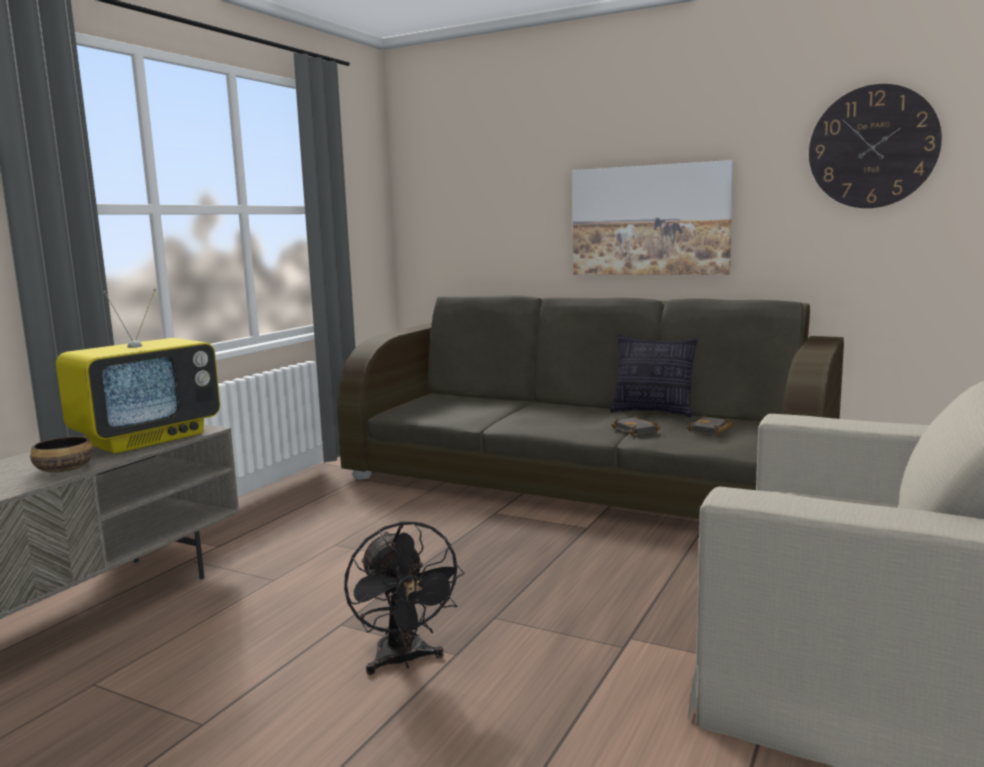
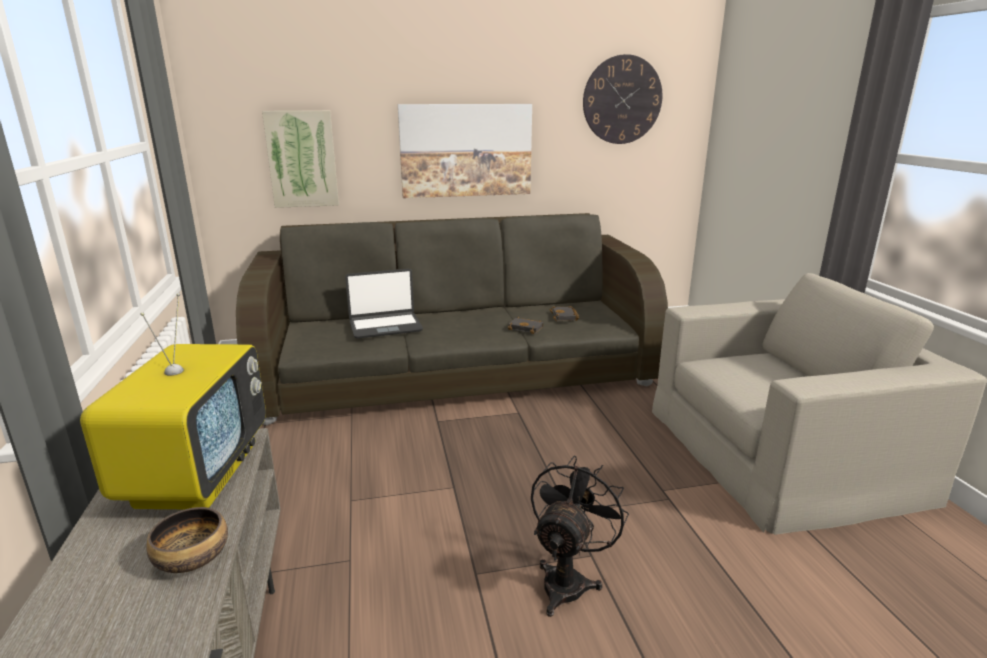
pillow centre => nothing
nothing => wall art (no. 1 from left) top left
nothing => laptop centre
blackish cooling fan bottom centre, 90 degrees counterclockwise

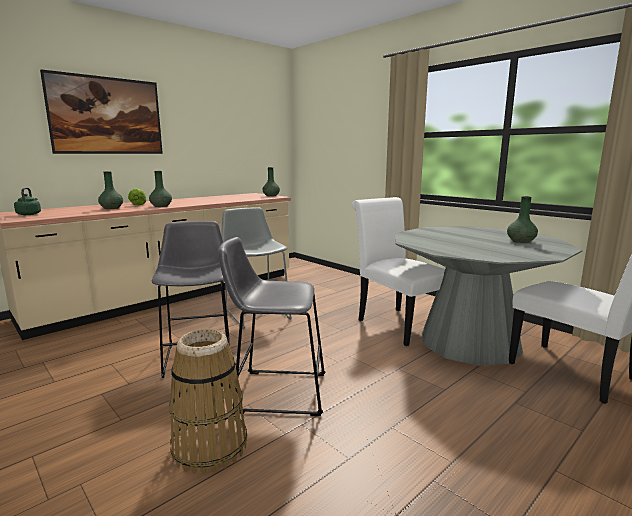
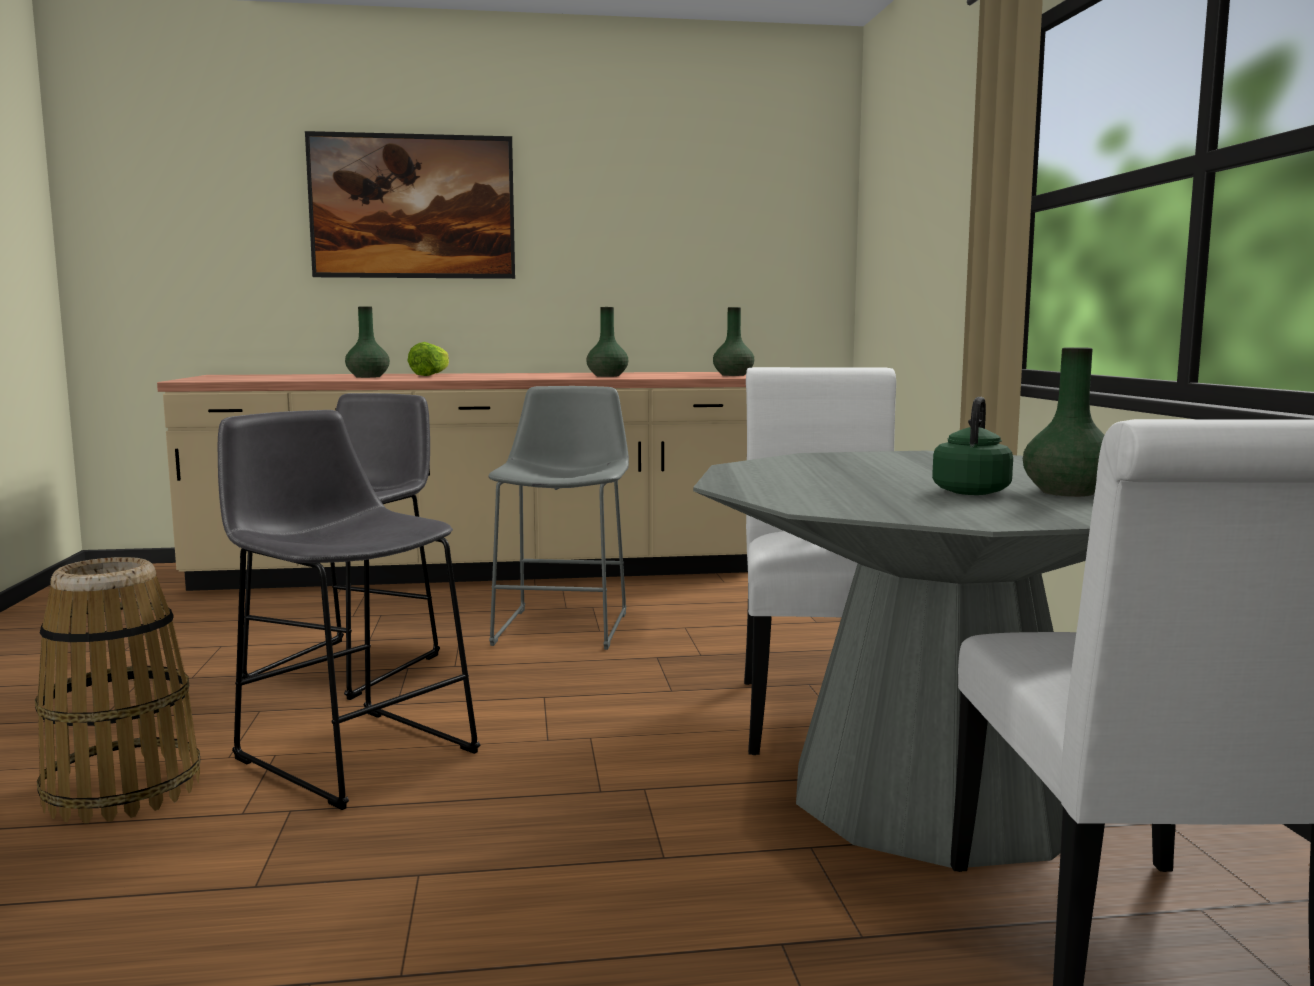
green kettle middle left => green kettle middle right, shifted
green flower vase (no. 2 from left) middle left => green flower vase (no. 2 from left) centre, shifted

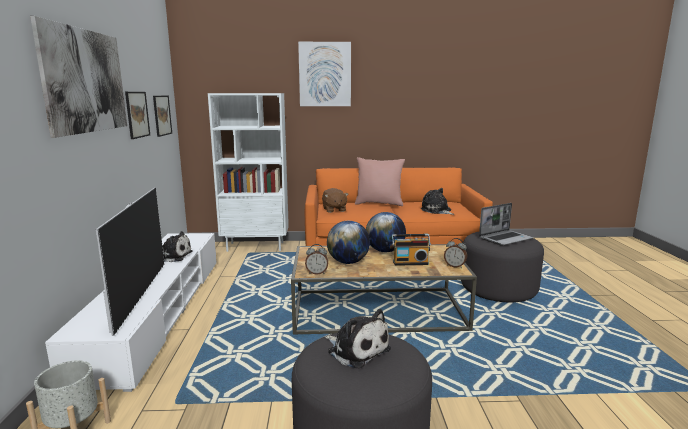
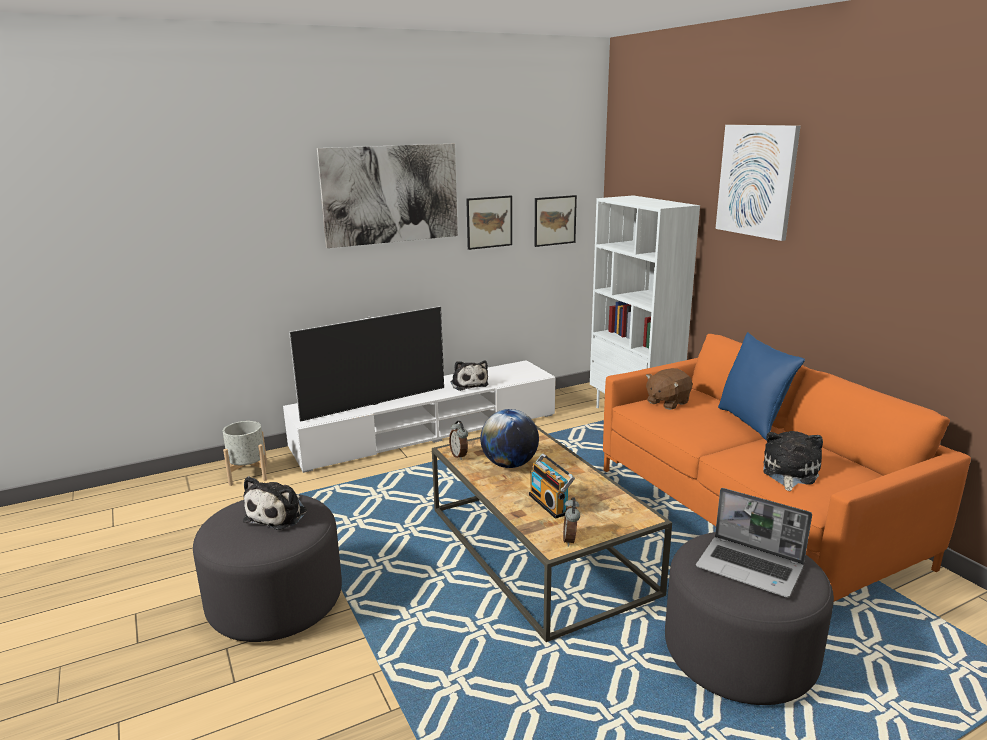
globe (no. 2 from left) centre => nothing
pink-coloured pillow centre => blue pillow middle right

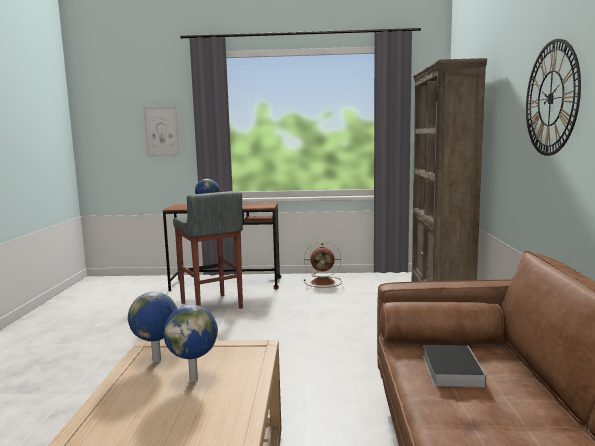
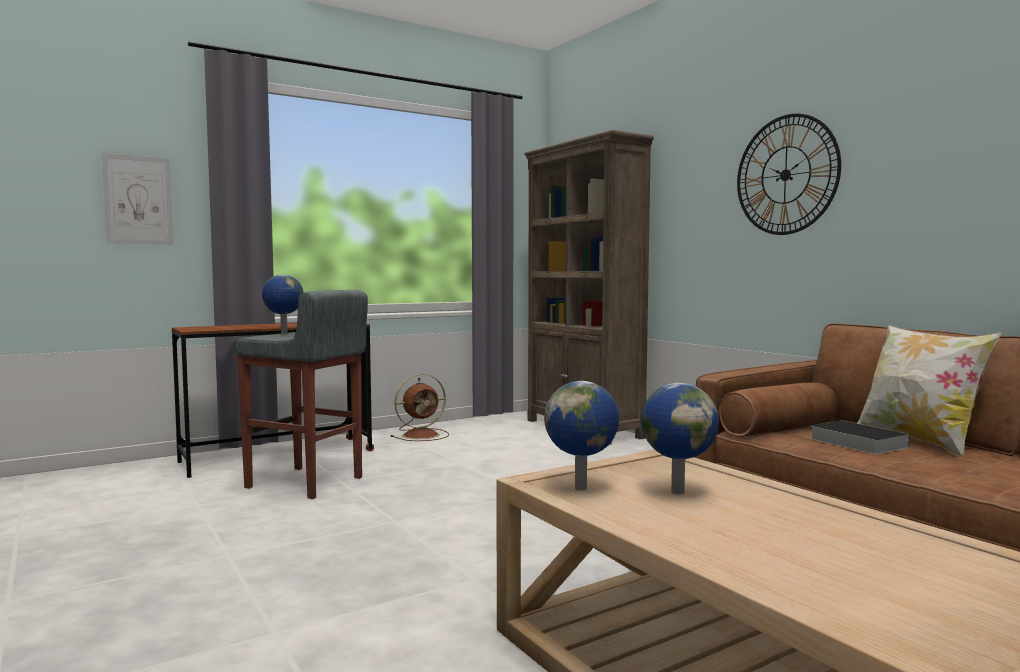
nothing => pillow middle right

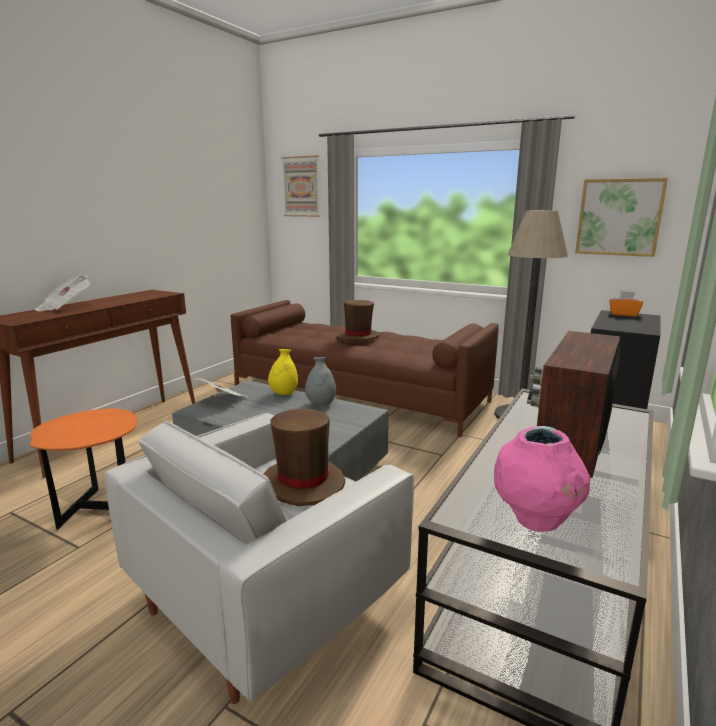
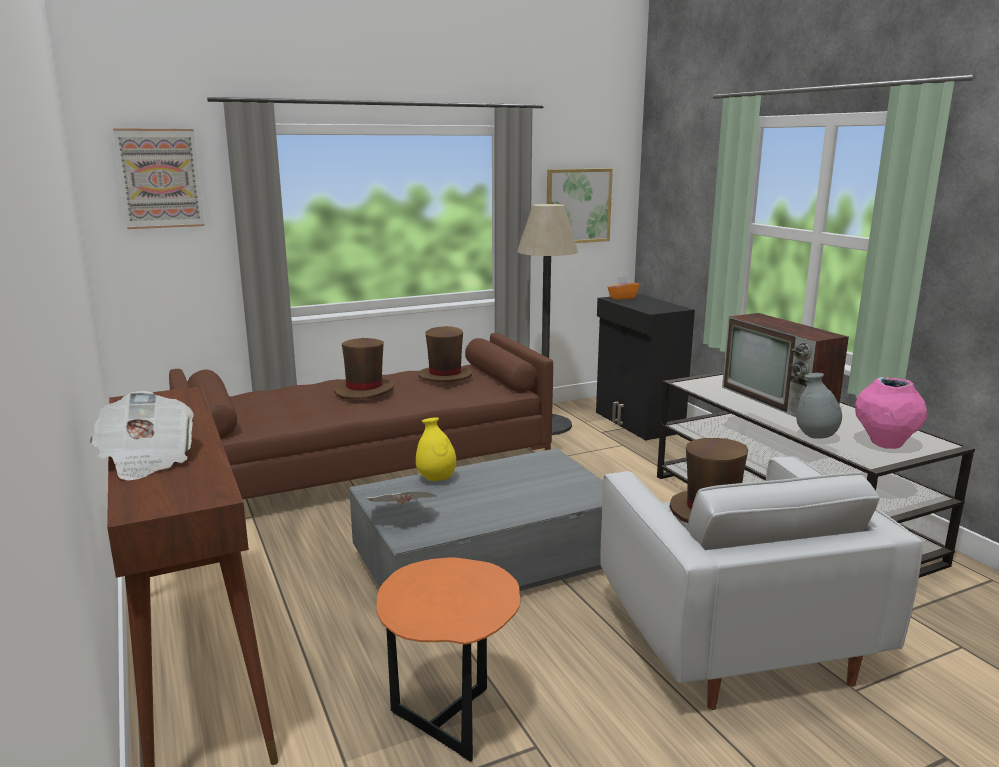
nothing => brownish hat (no. 2 from left) centre
gray flower vase centre => gray flower vase middle right, shifted

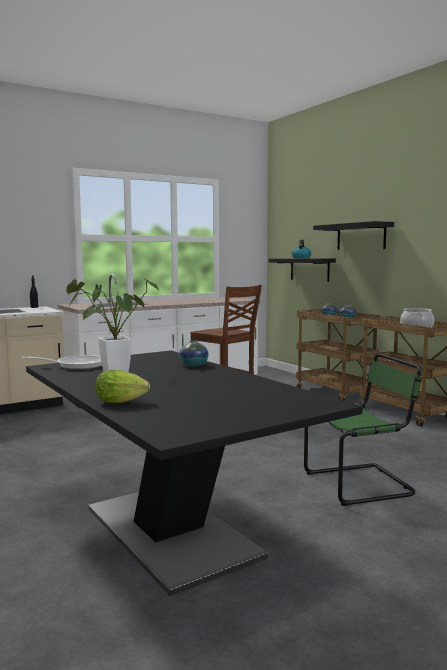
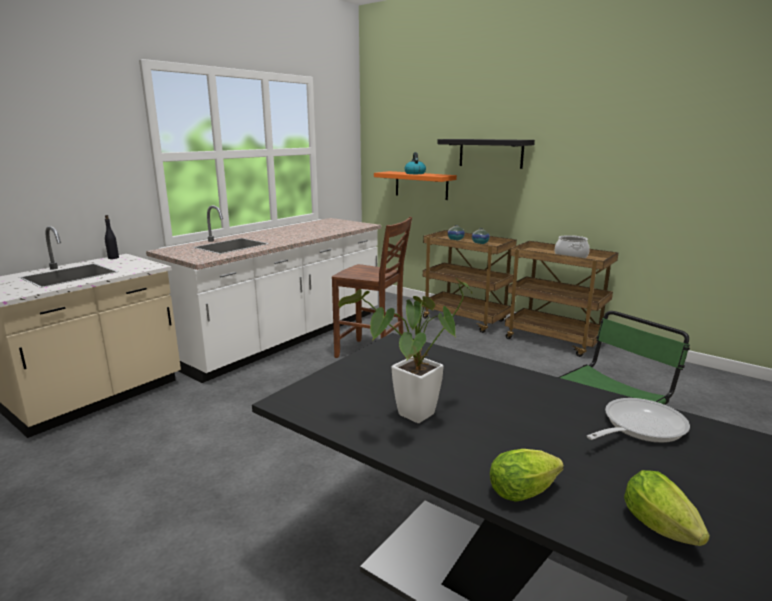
flower vase (no. 1 from left) centre => nothing
nothing => lettuce head (no. 2 from left) bottom right
pan middle left => pan bottom right, shifted
blackish shelf (no. 1 from left) middle right => orange-coloured shelf top centre

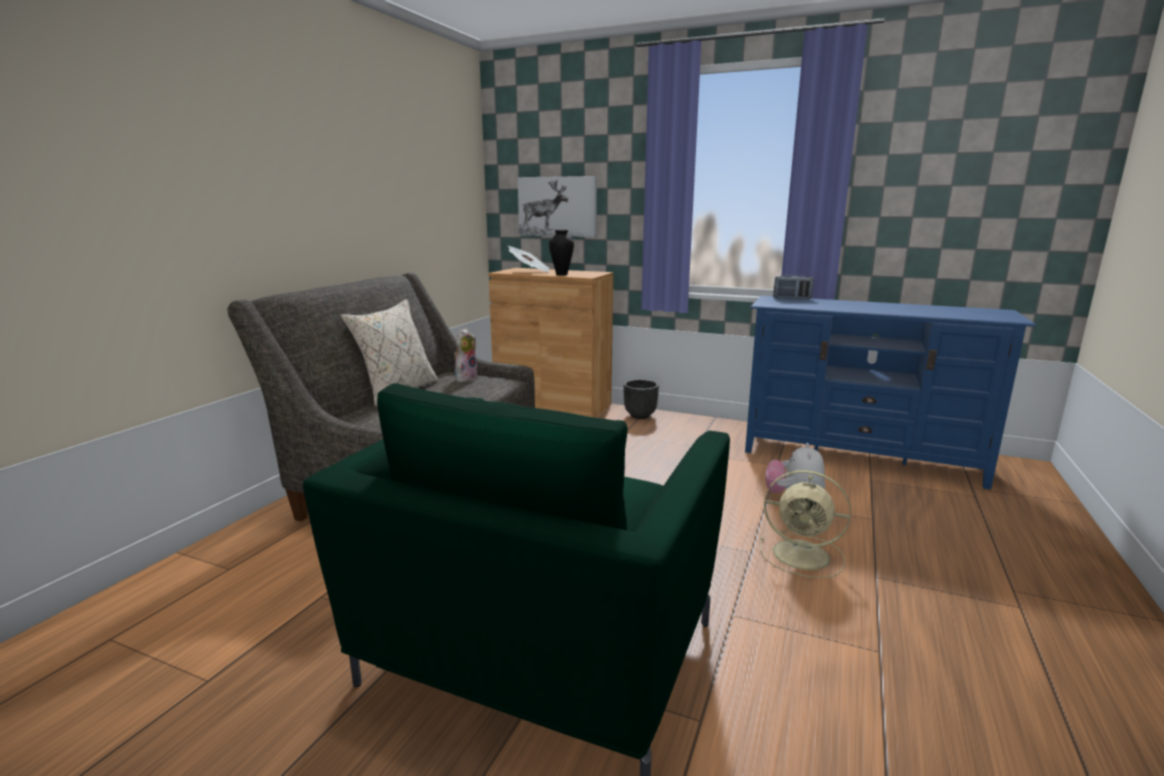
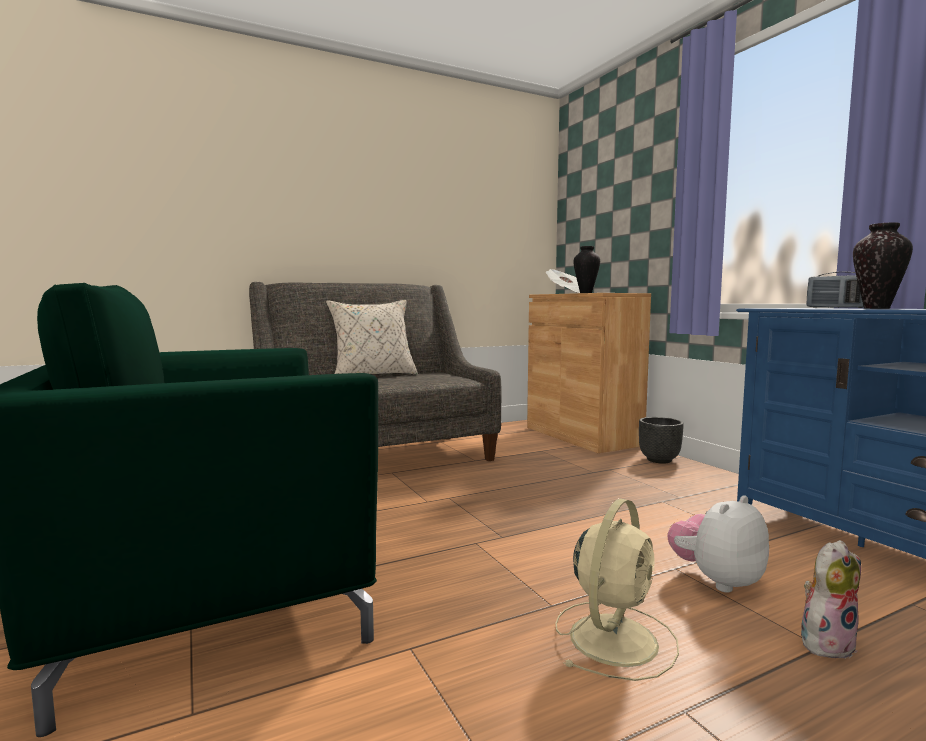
wall art top centre => nothing
nothing => flower vase (no. 2 from left) middle right
plush toy (no. 1 from left in the first image) centre => plush toy (no. 2 from left) bottom right, shifted
beige cooling fan bottom right => beige cooling fan bottom centre, 120 degrees counterclockwise

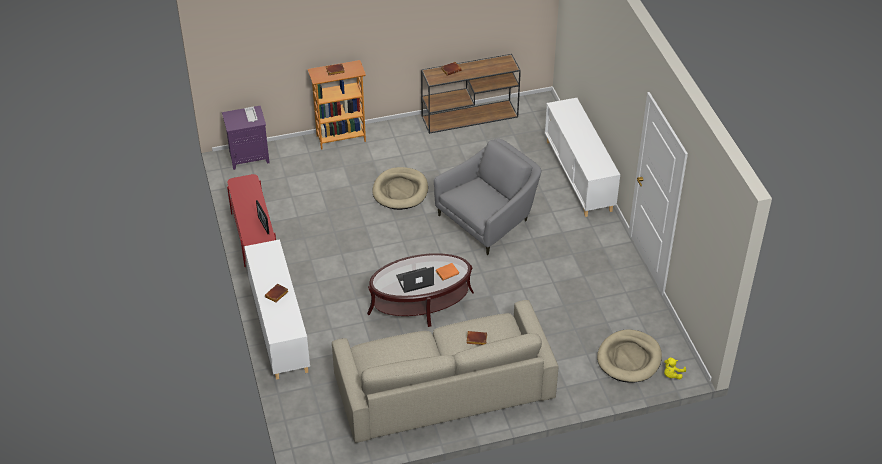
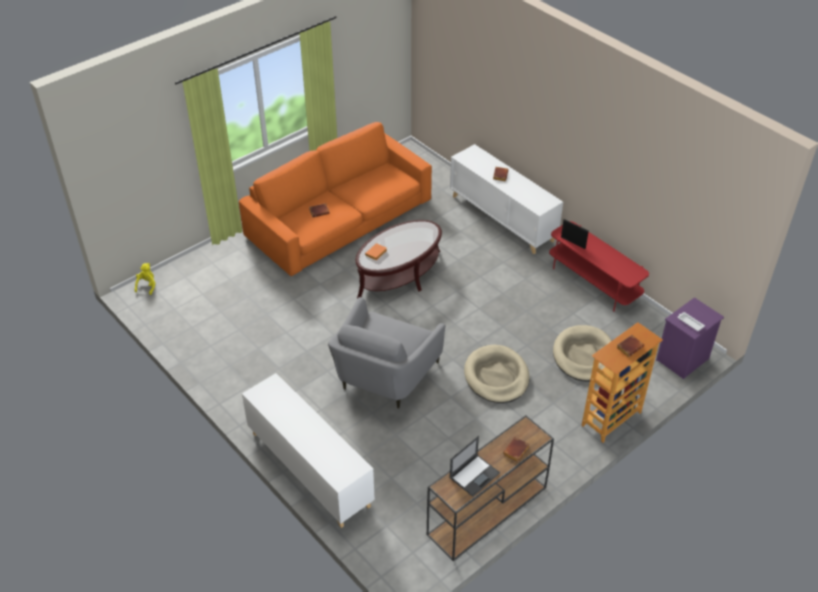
laptop centre => laptop bottom centre, shifted
beige dog bed (no. 2 from left) bottom right => beige dog bed (no. 2 from left) middle right, shifted
beige couch bottom centre => orange-coloured couch centre

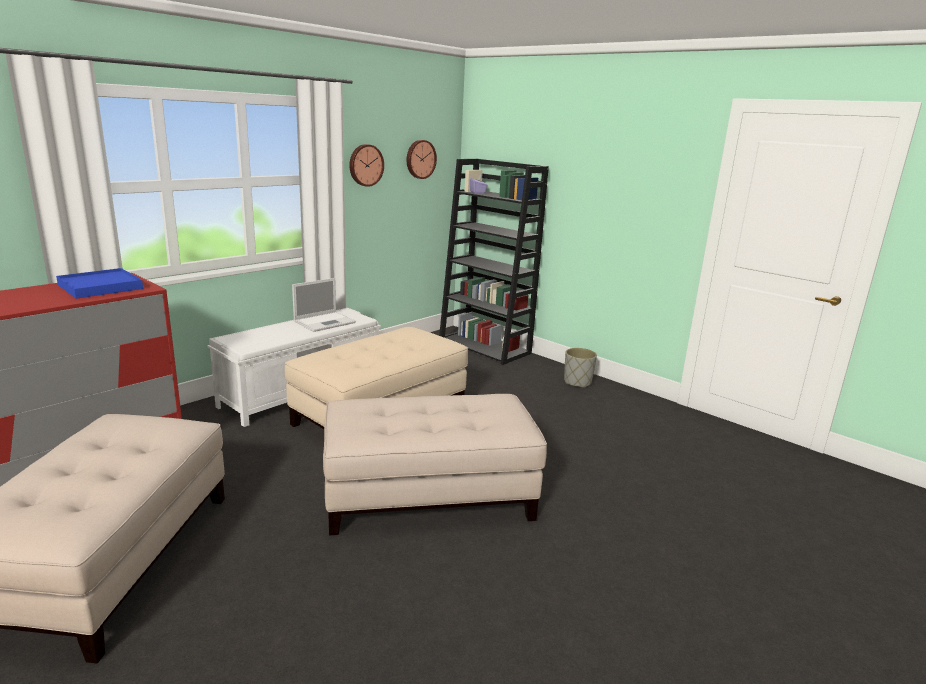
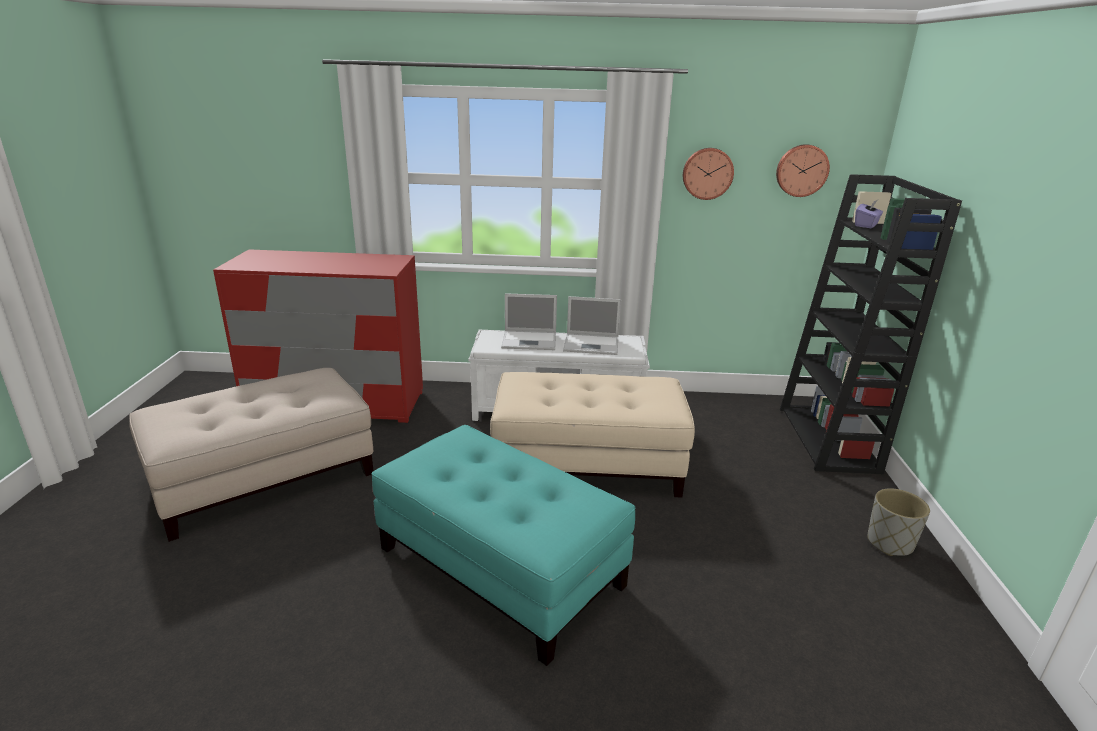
blue serving tray middle left => nothing
nothing => laptop (no. 1 from left) centre
beige pouffe (no. 3 from left) bottom centre => turquoise pouffe bottom centre

